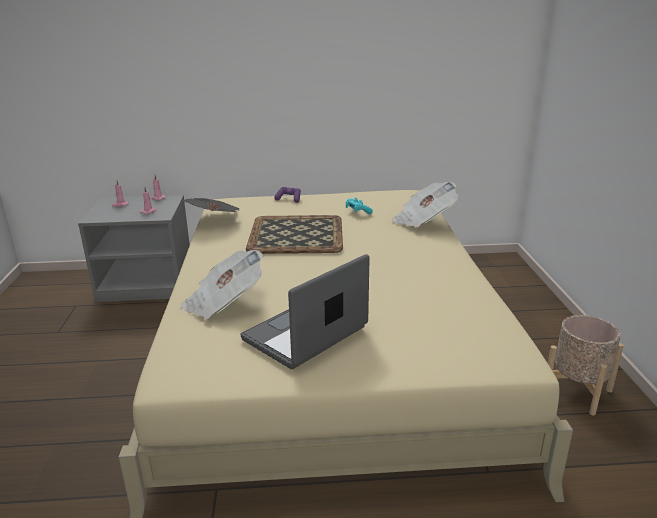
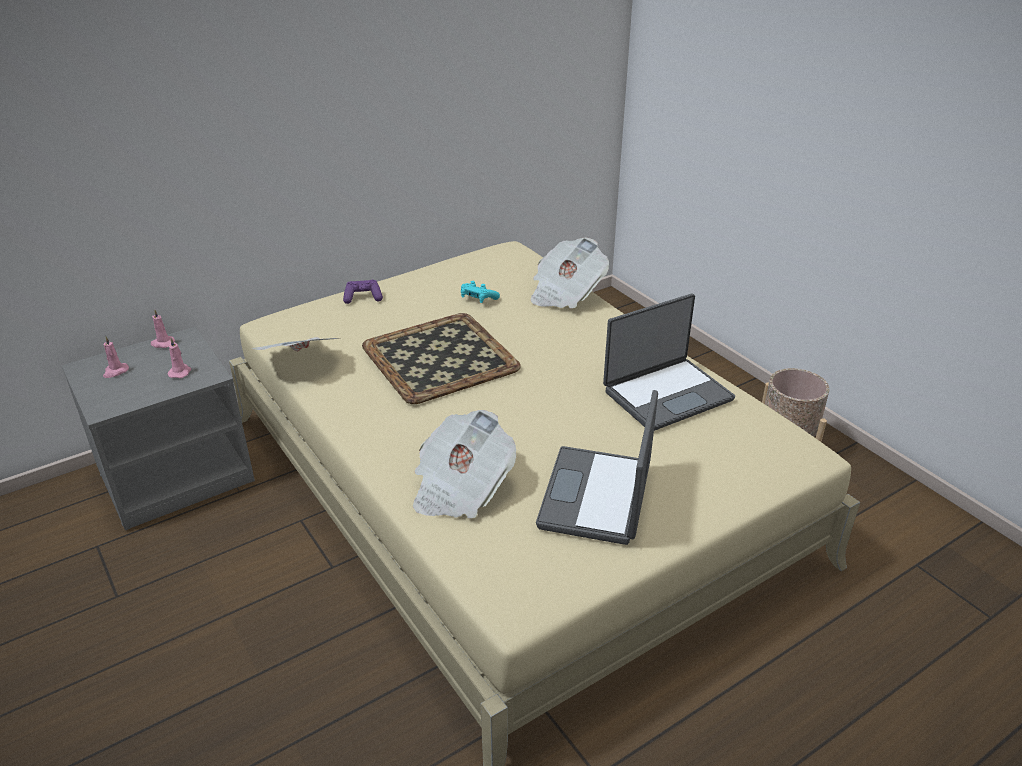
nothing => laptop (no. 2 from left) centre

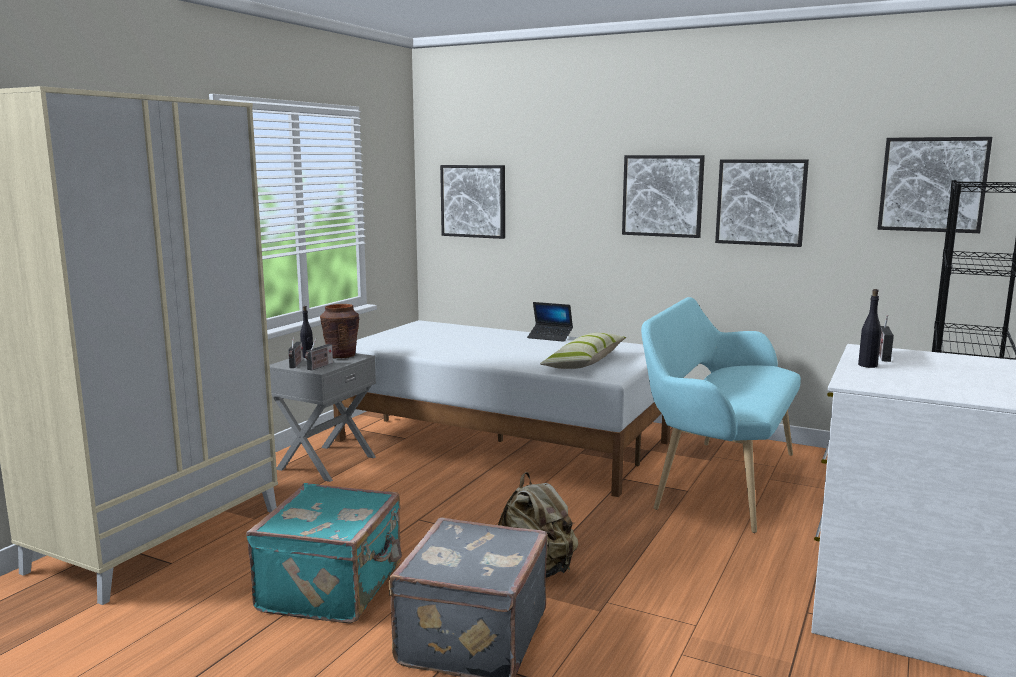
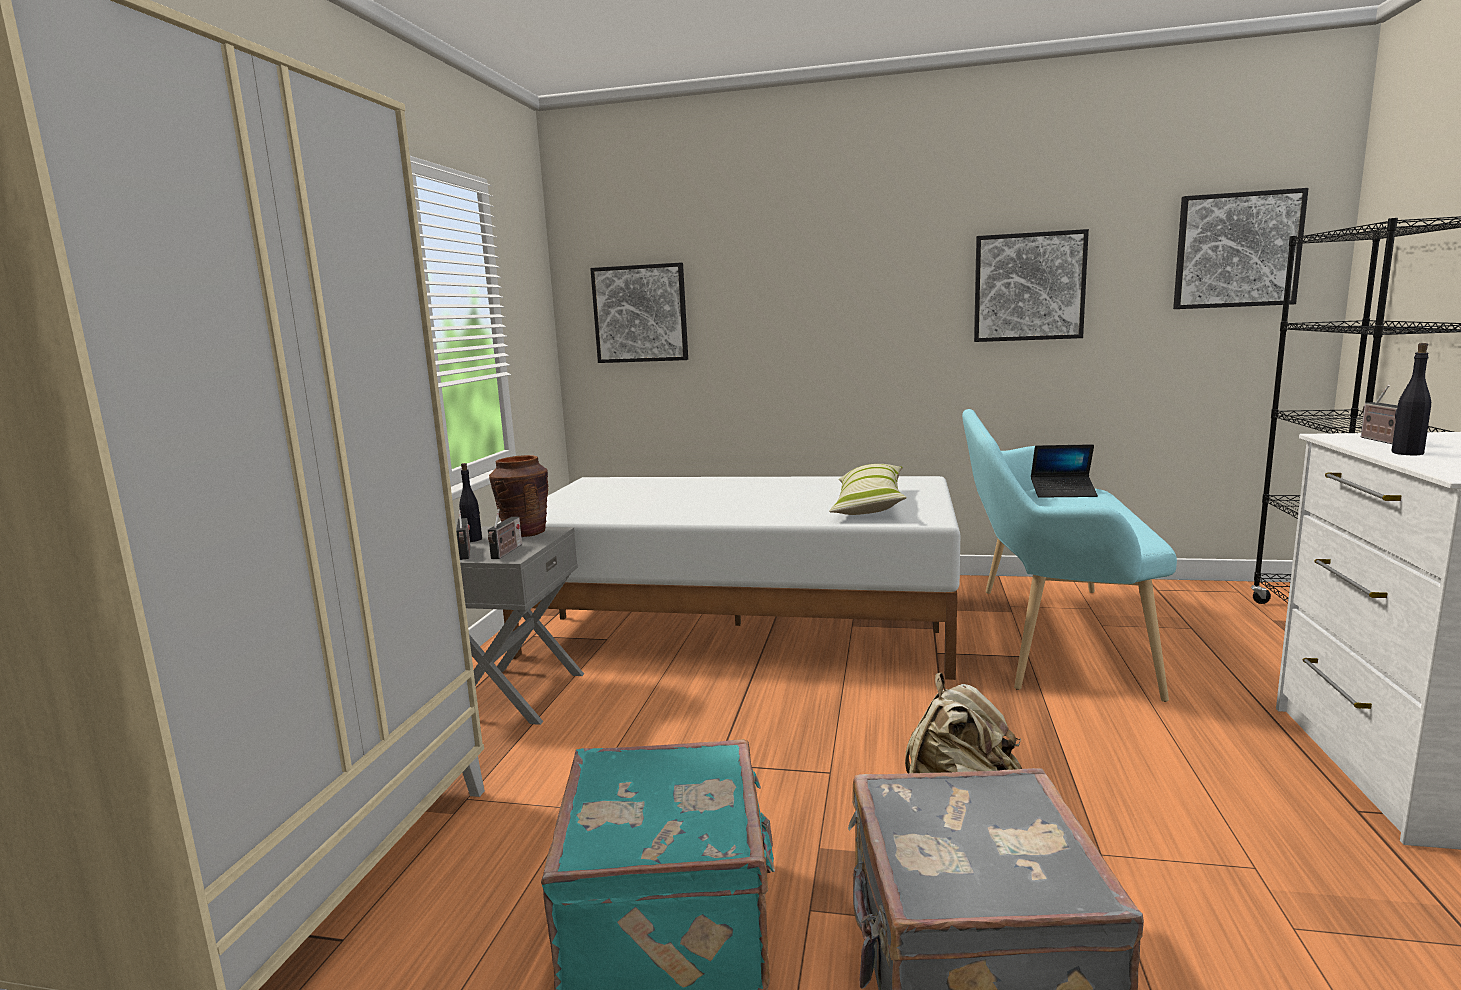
wall art (no. 2 from left) top centre => nothing
laptop centre => laptop middle right, shifted

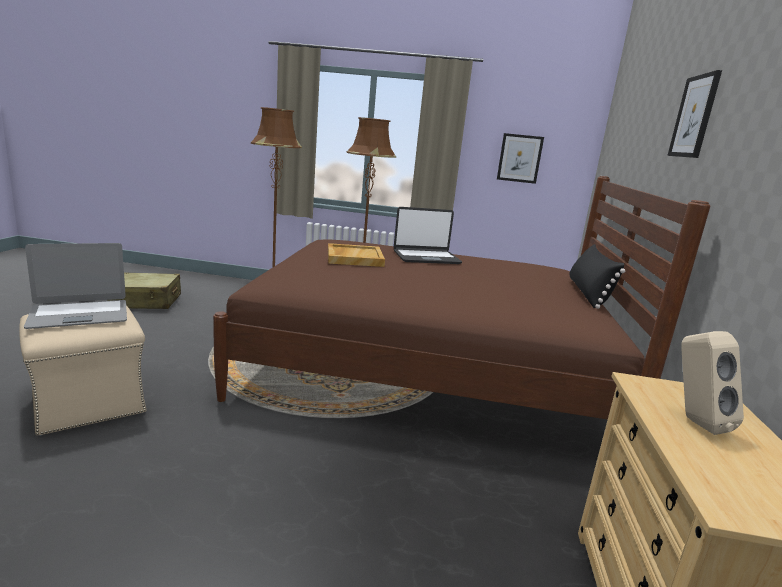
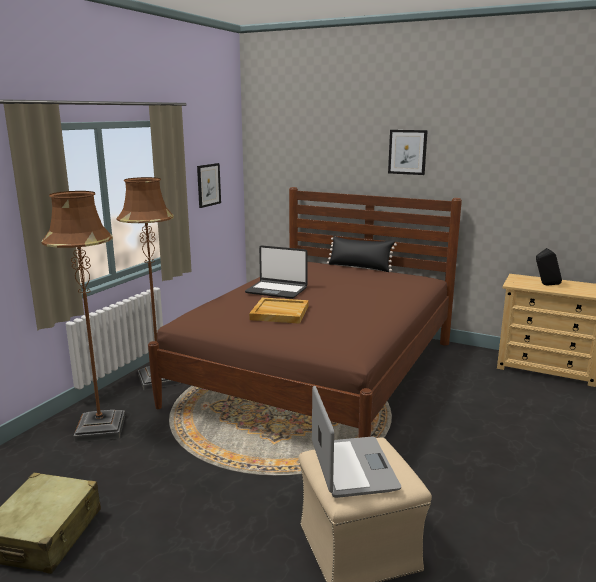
beige audio speaker middle right => blackish audio speaker middle right
laptop (no. 2 from left in the first image) centre => laptop (no. 1 from left) centre, 105 degrees clockwise

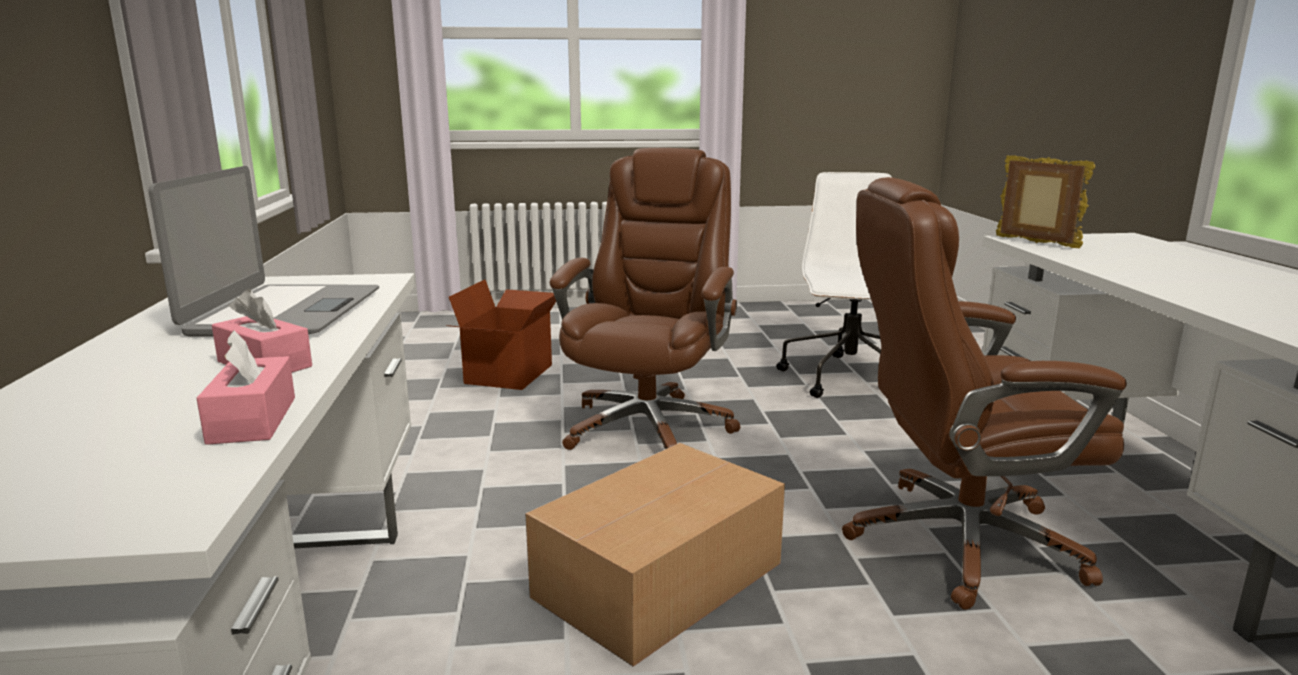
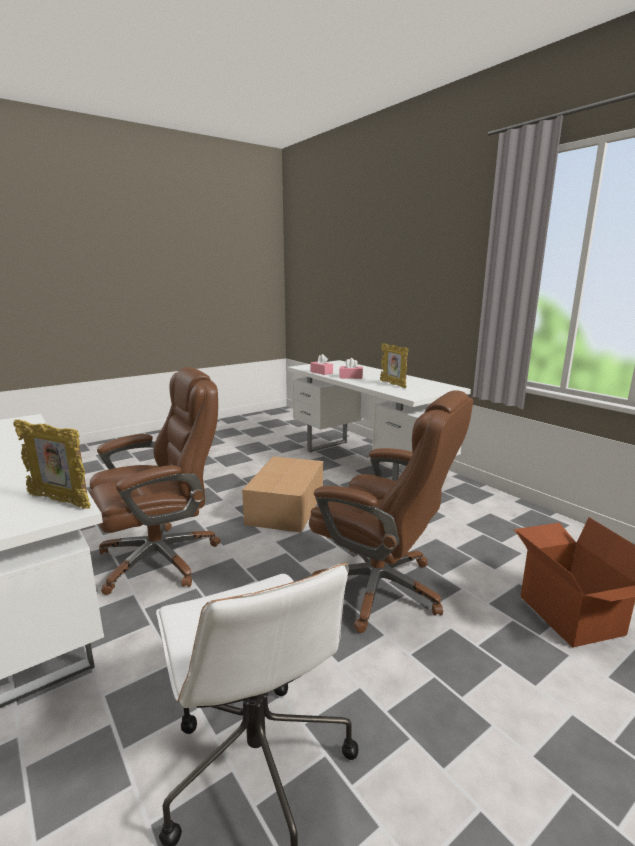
laptop middle left => standing frame (no. 2 from left) centre
brownish computer chair (no. 1 from left in the first image) centre => brownish computer chair (no. 2 from left) centre, 45 degrees counterclockwise

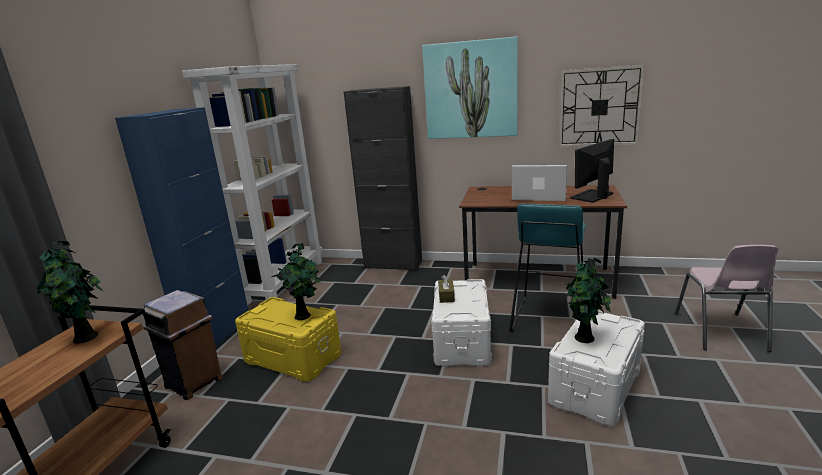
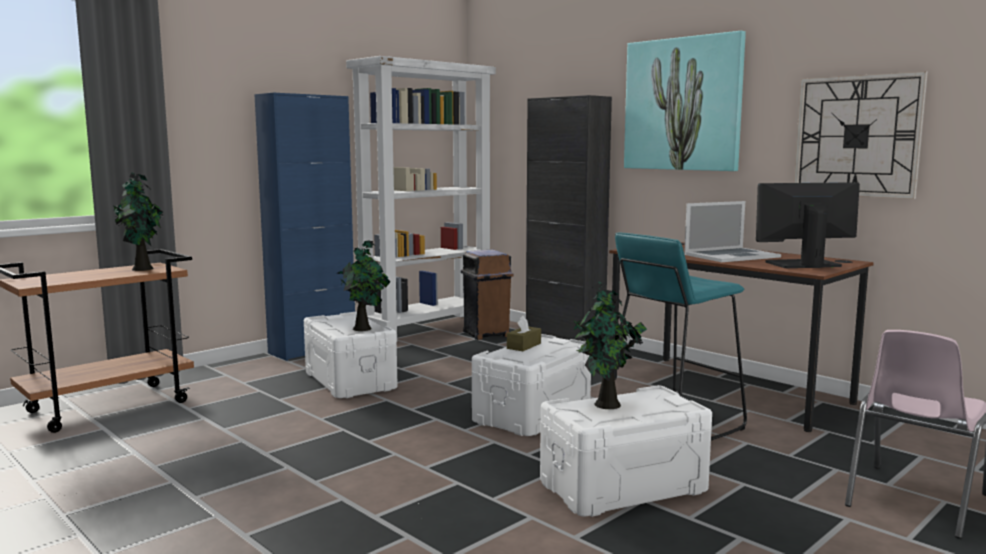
brownish trash can bottom left => brownish trash can centre, shifted
yellow storage bin bottom centre => white storage bin (no. 1 from left) centre
laptop centre => laptop middle right, 105 degrees clockwise

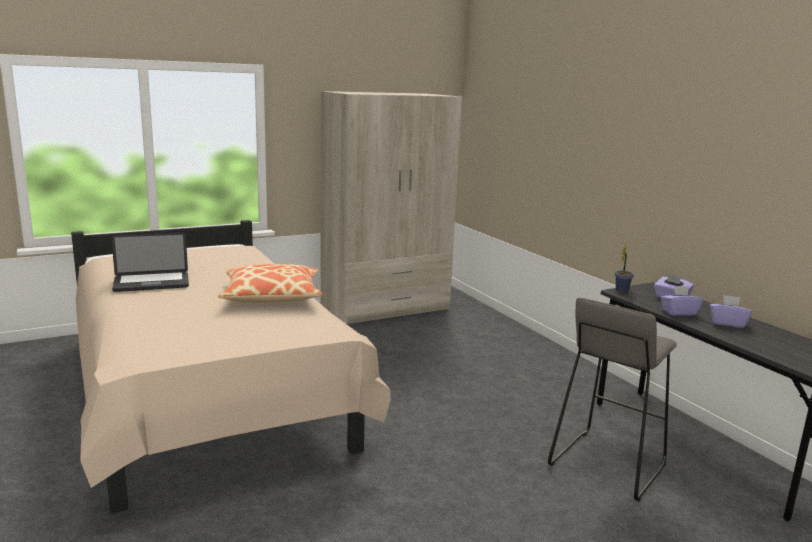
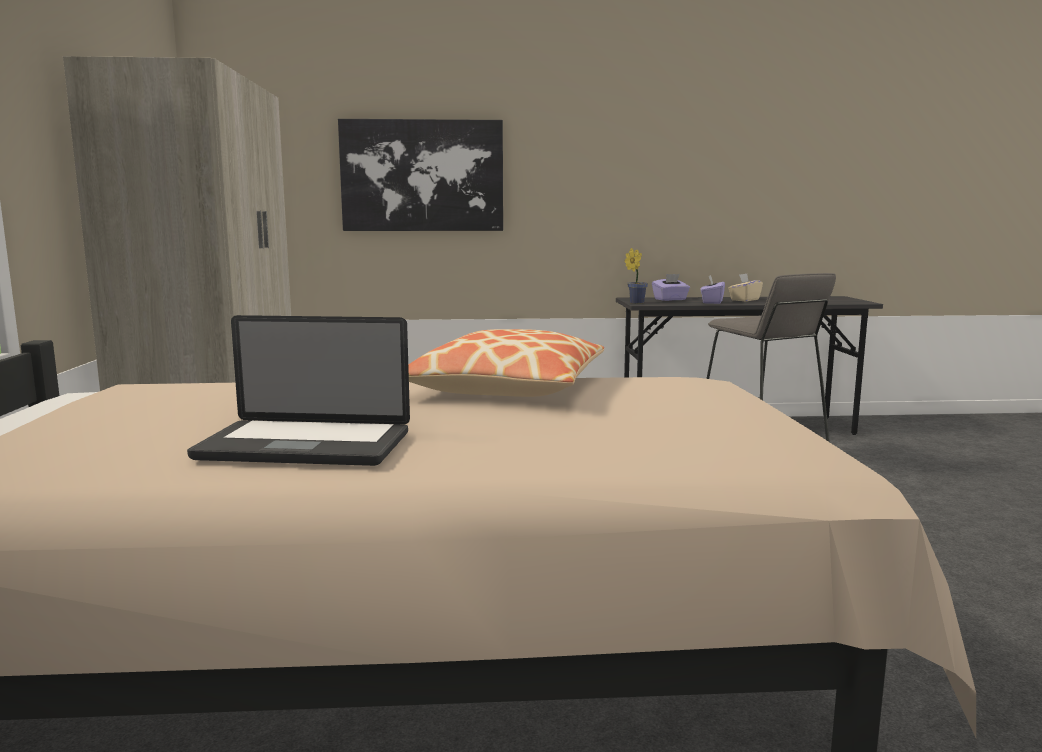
nothing => wall art top centre
purple-coloured tissue box (no. 3 from left) middle right => beige tissue box middle right
laptop middle left, 90 degrees clockwise

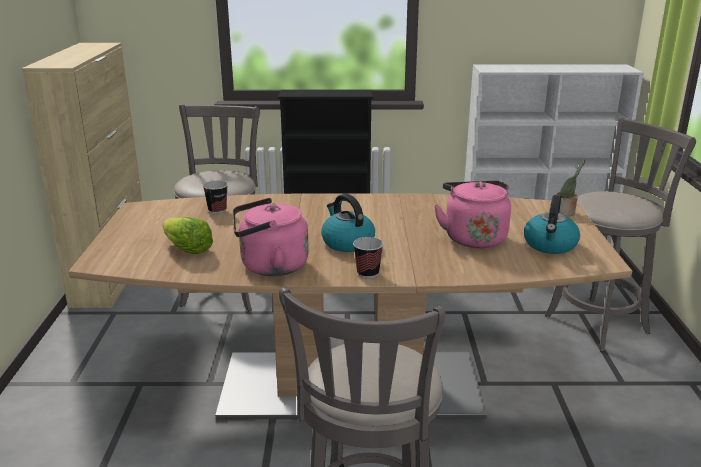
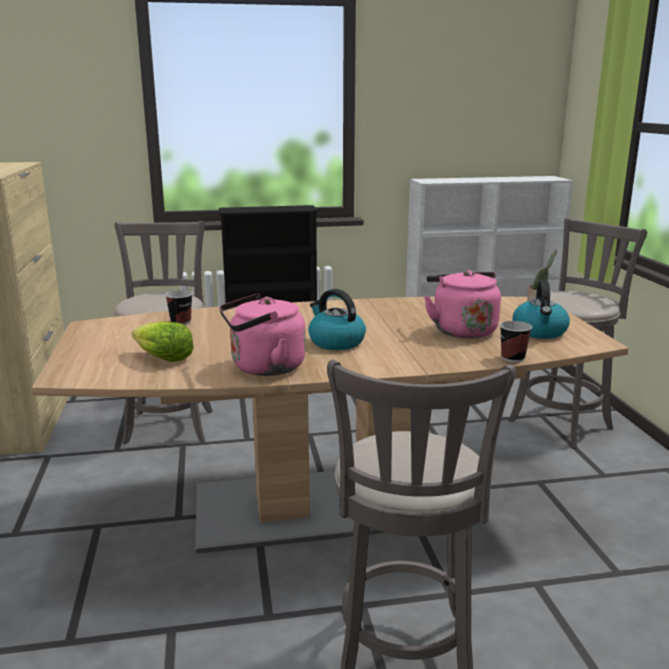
cup (no. 2 from left) centre => cup (no. 2 from left) middle right, shifted

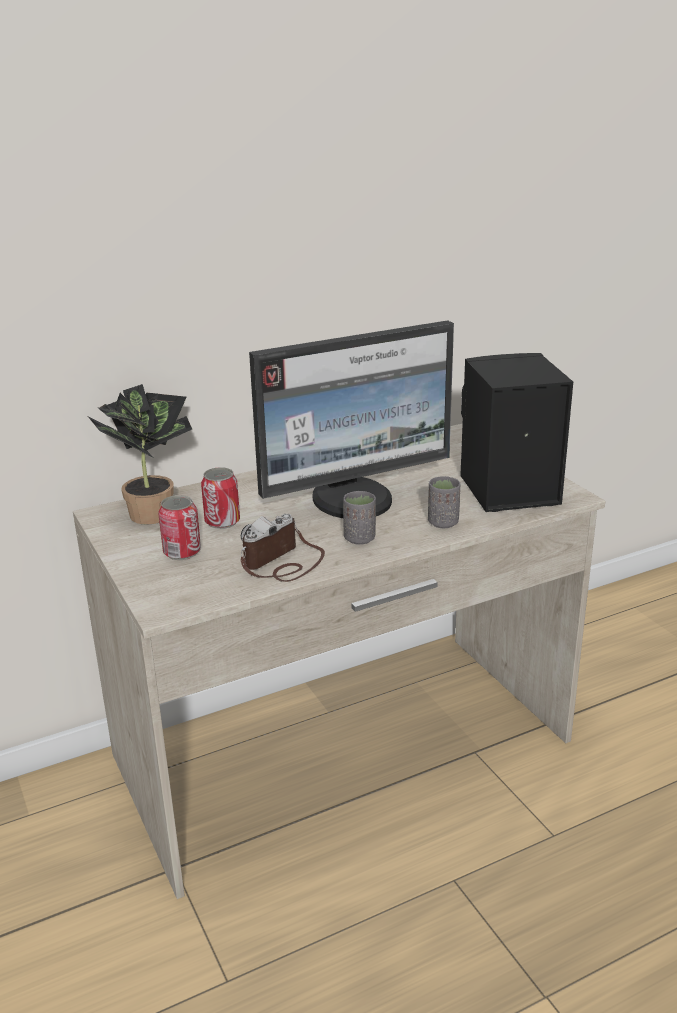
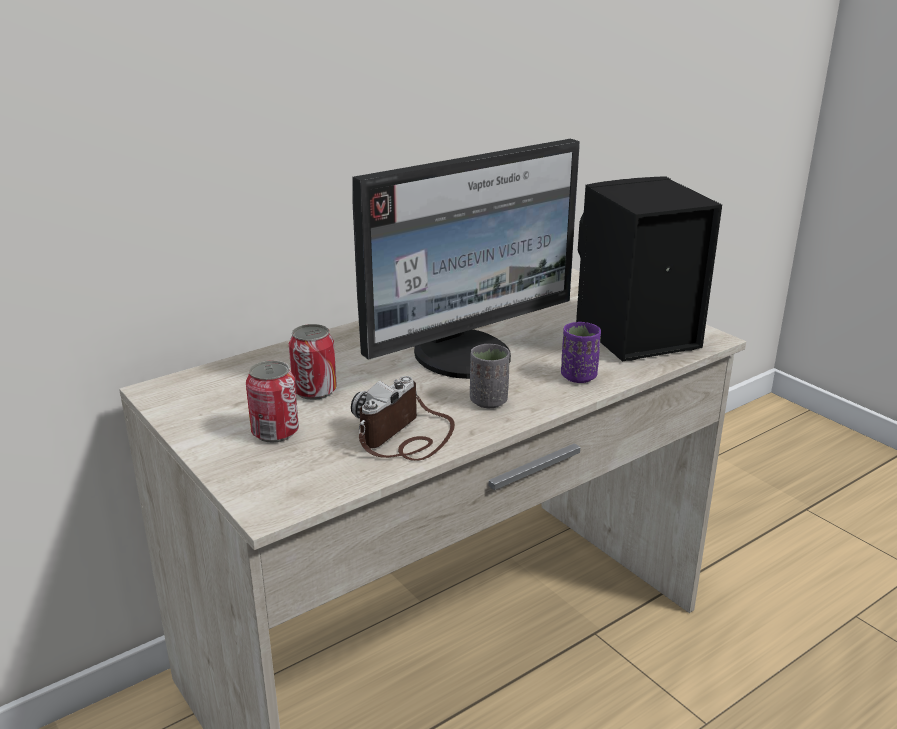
houseplant middle left => nothing
gray cup (no. 2 from left) centre => purple-coloured cup centre

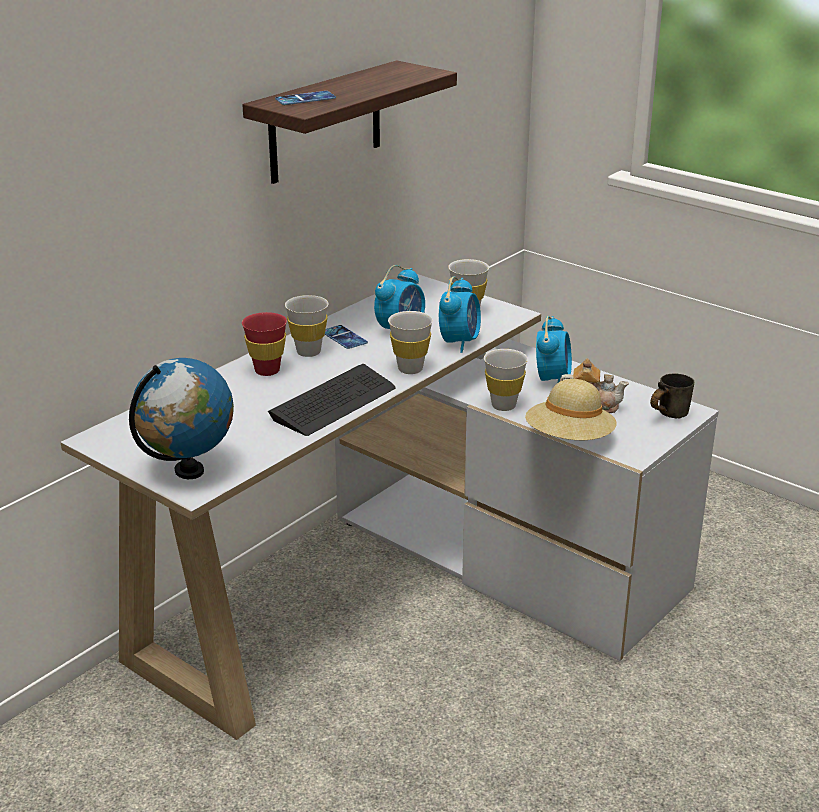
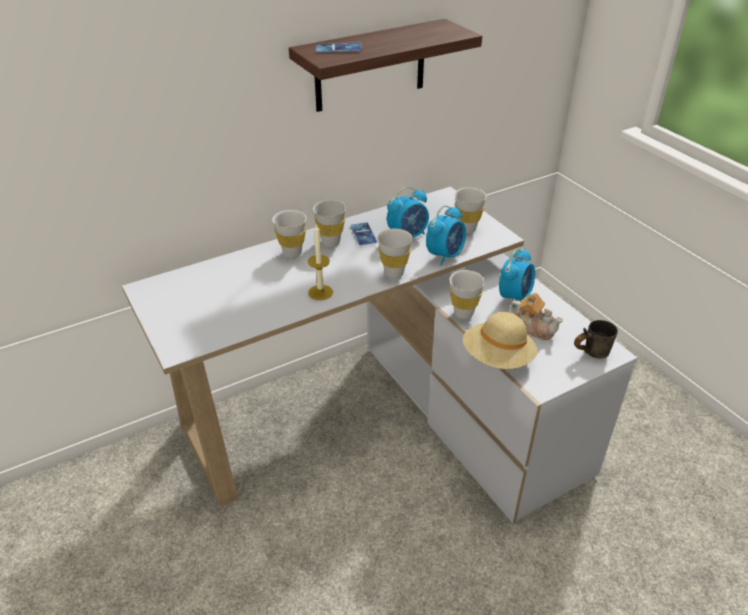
globe middle left => nothing
PC keyboard centre => candle centre
reddish cup middle left => white cup (no. 1 from left) centre

